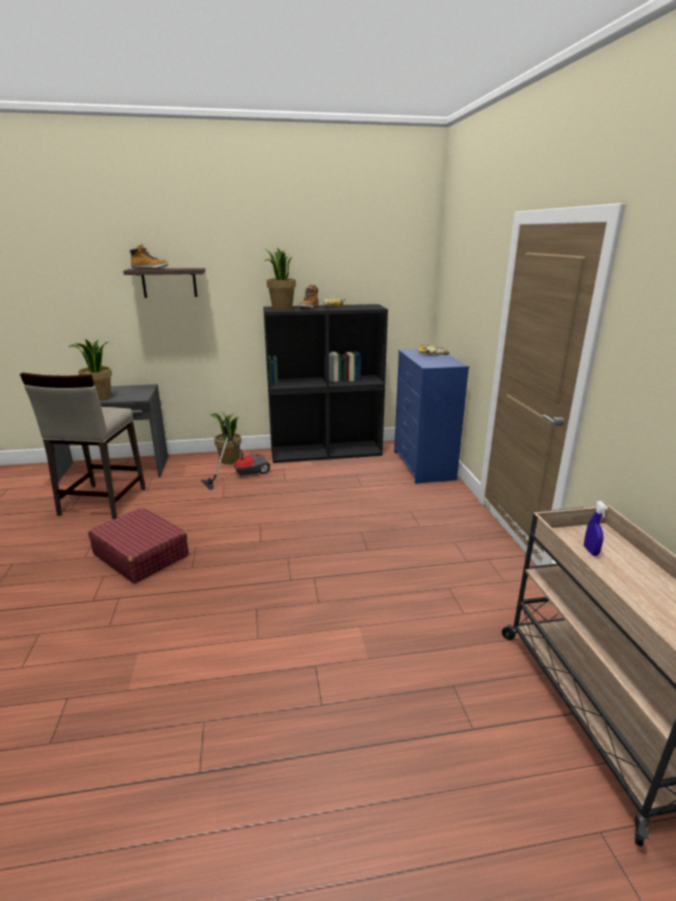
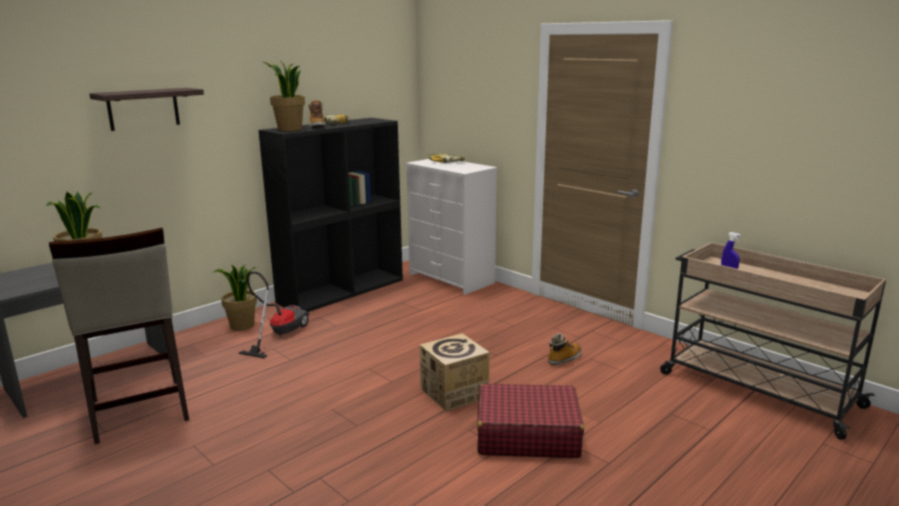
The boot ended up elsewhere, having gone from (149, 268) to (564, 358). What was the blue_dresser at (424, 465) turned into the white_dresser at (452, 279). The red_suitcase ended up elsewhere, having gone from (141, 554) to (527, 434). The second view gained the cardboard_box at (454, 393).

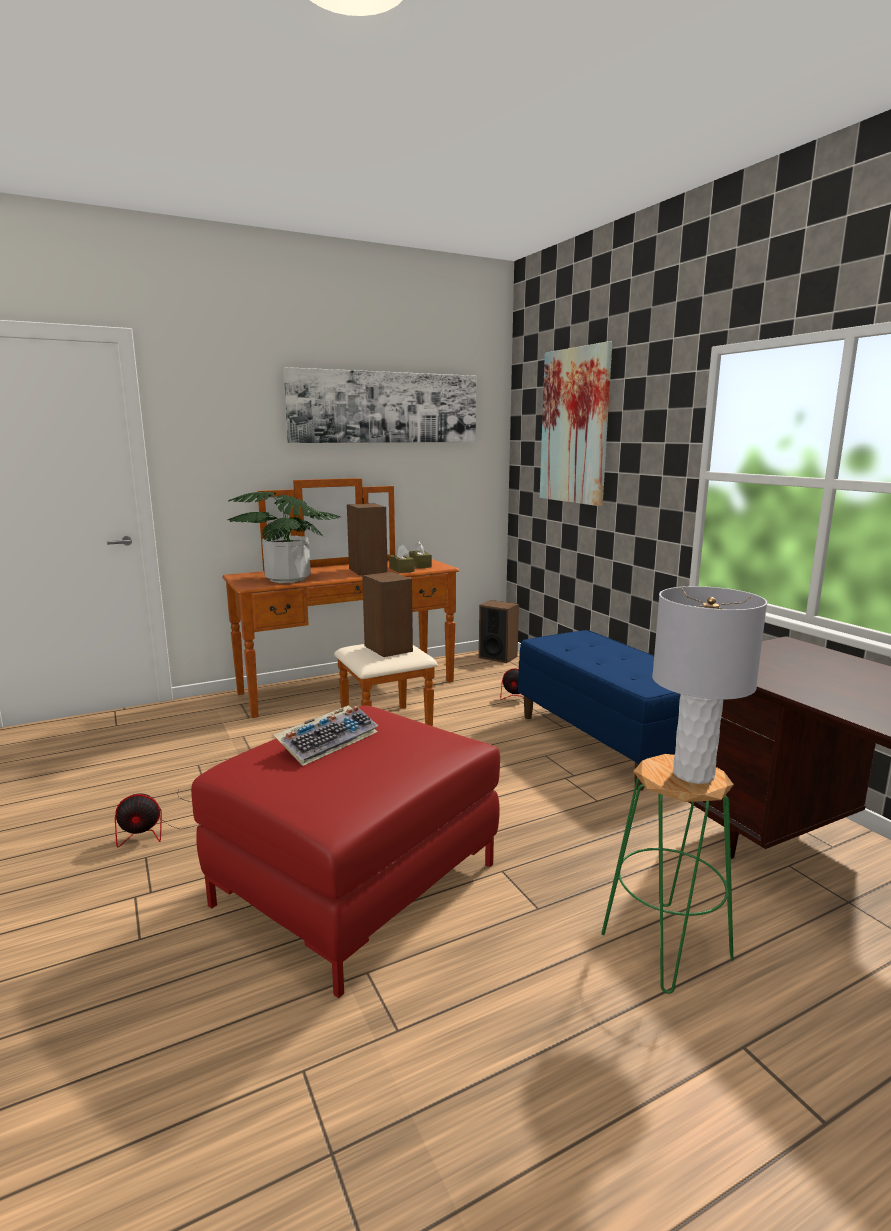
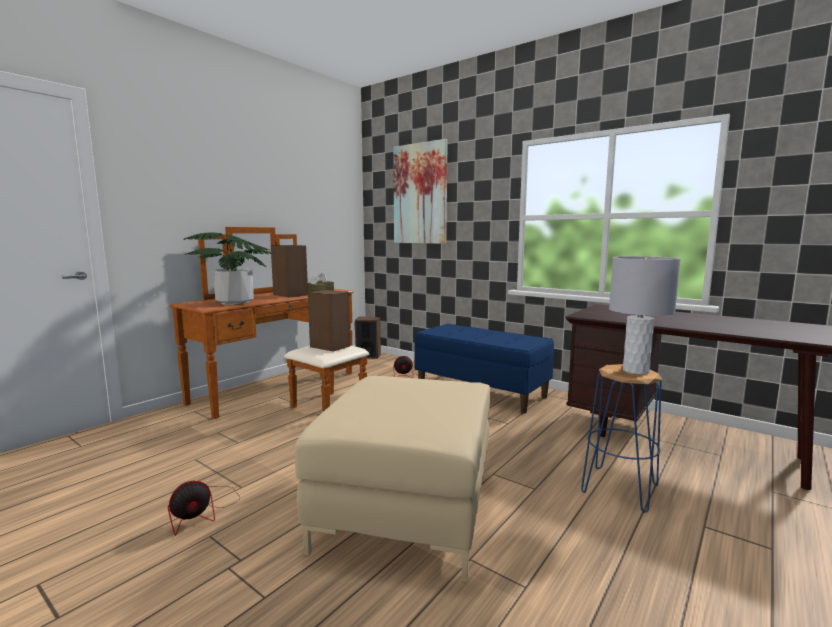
The second view lost the picture at (385, 407). The second view lost the keyboard at (328, 741). What was the red_ottoman at (356, 884) turned into the beige_ottoman at (407, 507). What was the green_stool at (664, 945) turned into the blue_stool at (618, 488).

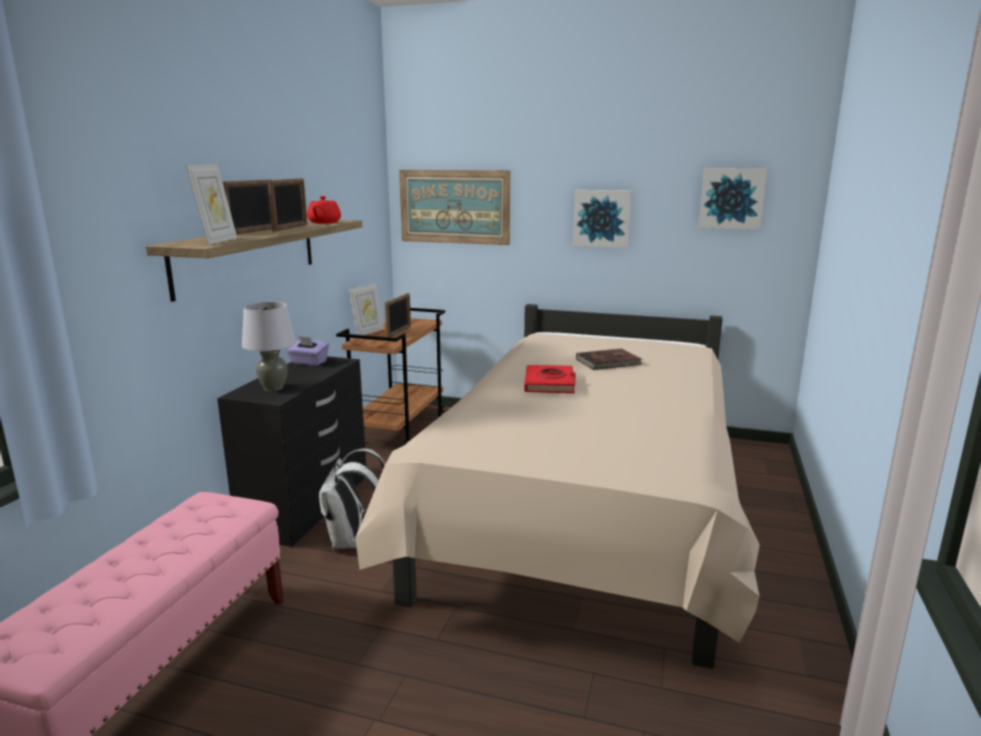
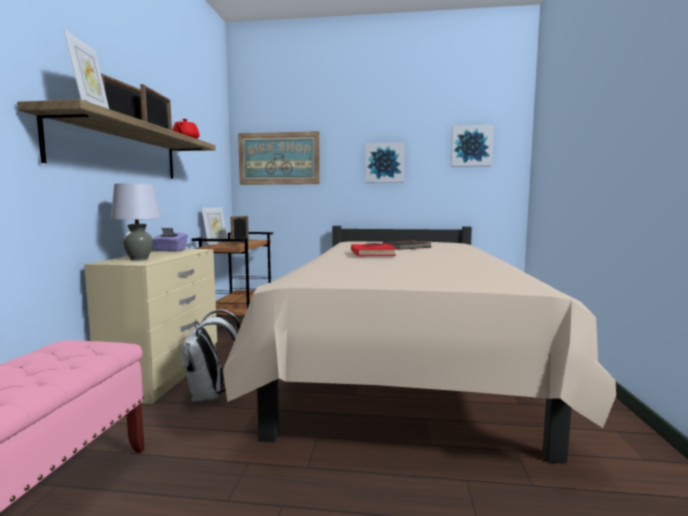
What was the black_dresser at (308, 504) turned into the beige_dresser at (166, 372).

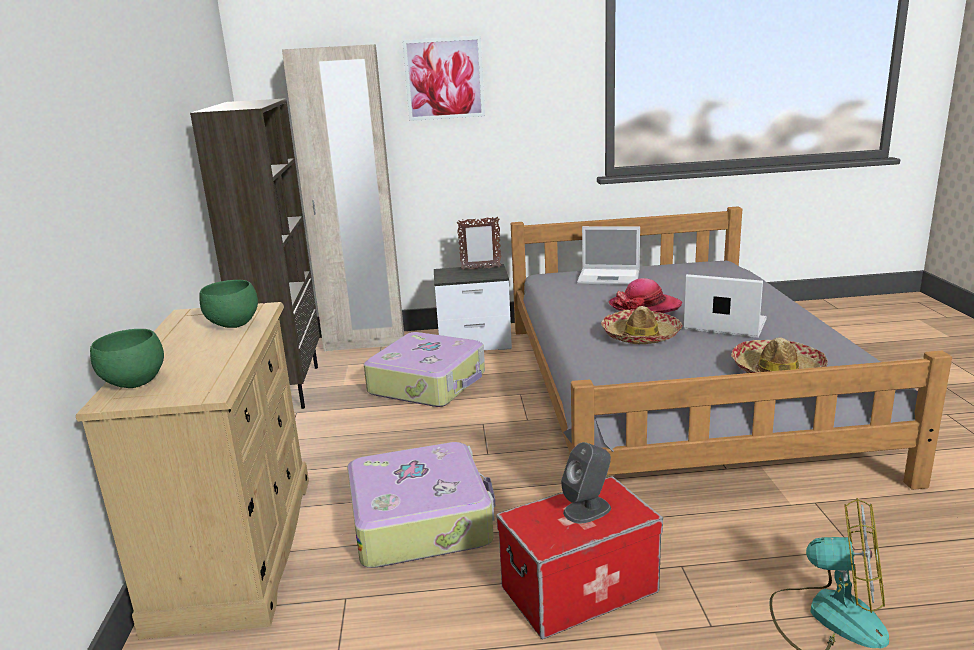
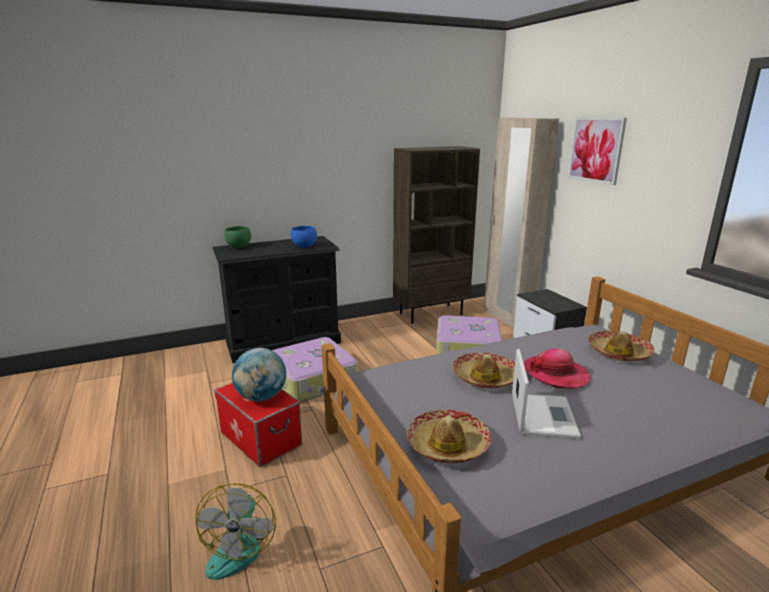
The second view lost the picture_frame at (480, 268). Where the laptop stood at (610, 277), the hat came to stand at (618, 353). What was the green_bowl at (234, 324) turned into the blue_bowl at (304, 246). What was the beige_dresser at (237, 548) turned into the black_dresser at (283, 342). Where the grey_speaker stood at (587, 510), the globe came to stand at (261, 397).

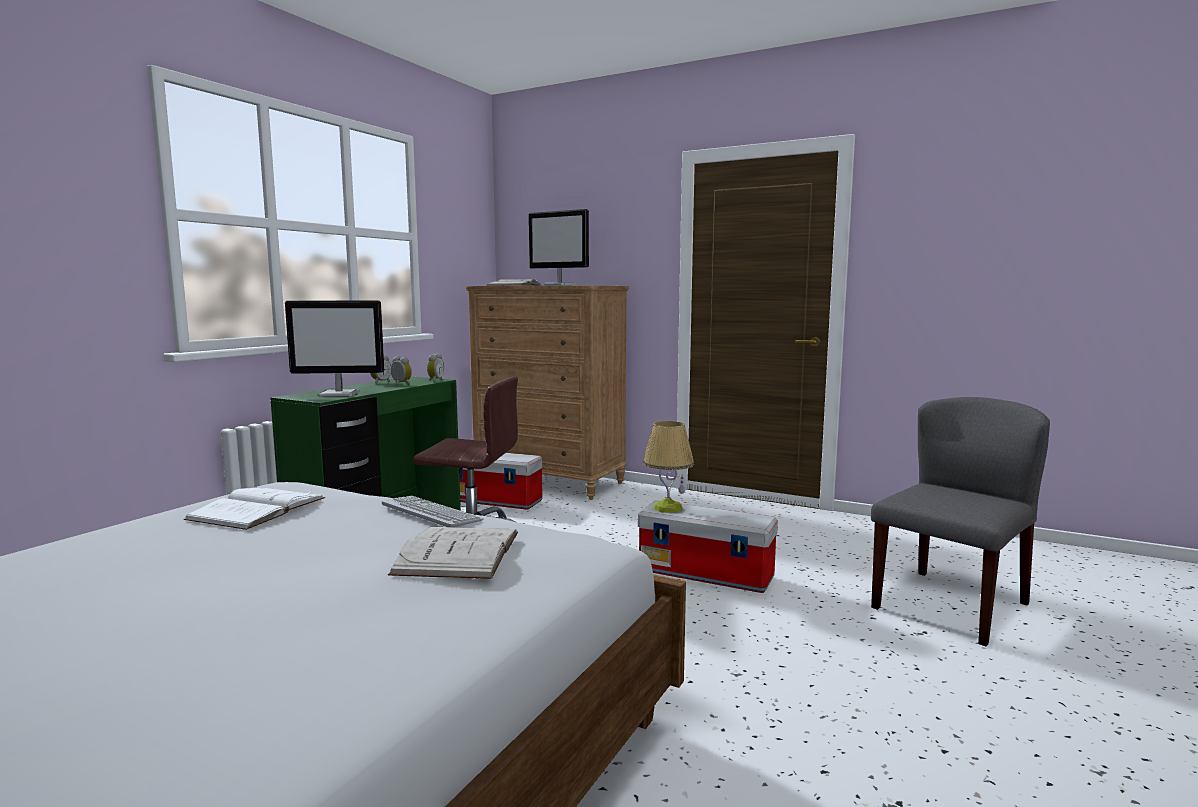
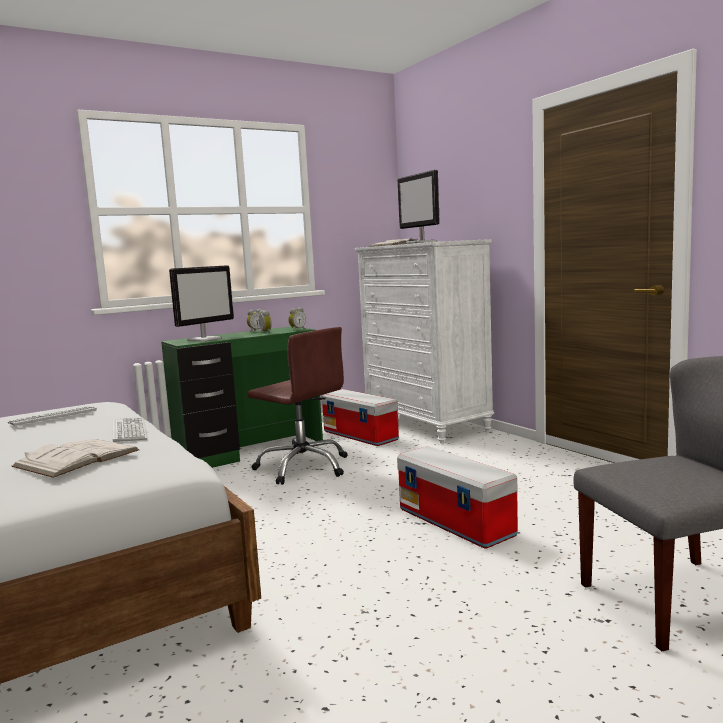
What was the brown_dresser at (549, 481) turned into the white_dresser at (426, 424). The monitor at (339, 394) ended up facing another way, 75 degrees counterclockwise from before. The second view lost the table_lamp at (667, 508). Where the white_book stood at (257, 508), the keyboard came to stand at (53, 417).

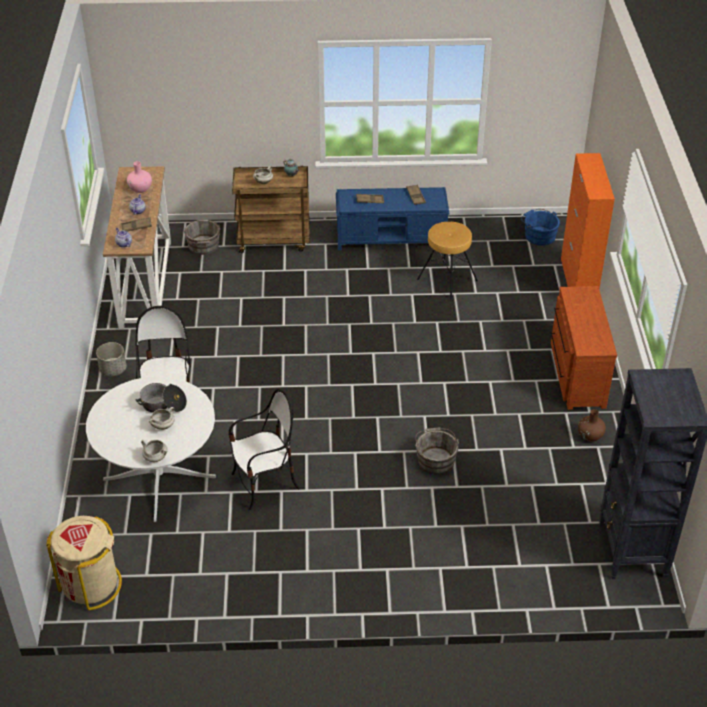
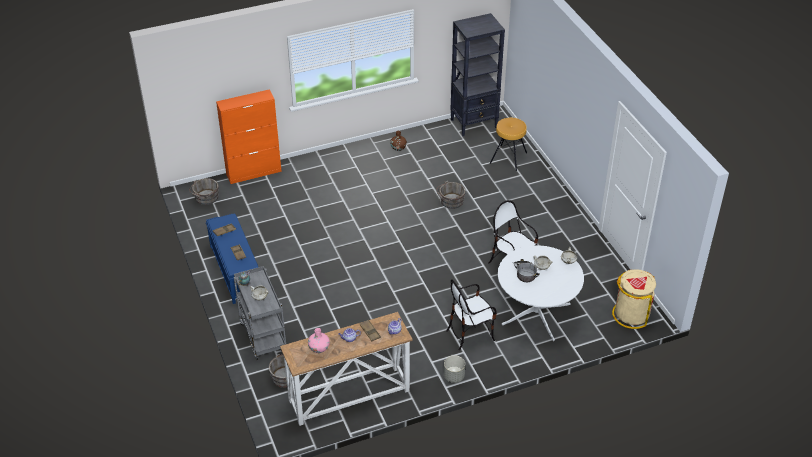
What was the brown_cart at (274, 240) turned into the grey_cart at (262, 336). What was the blue_bucket at (538, 235) turned into the grey_bucket at (206, 198). The brown_stool ended up elsewhere, having gone from (447, 280) to (508, 158). The second view lost the brown_dresser at (575, 373).

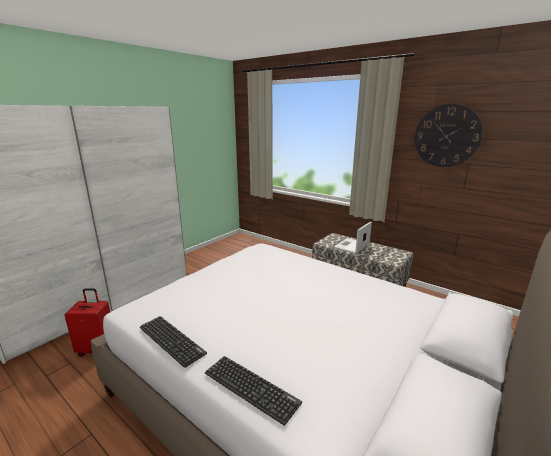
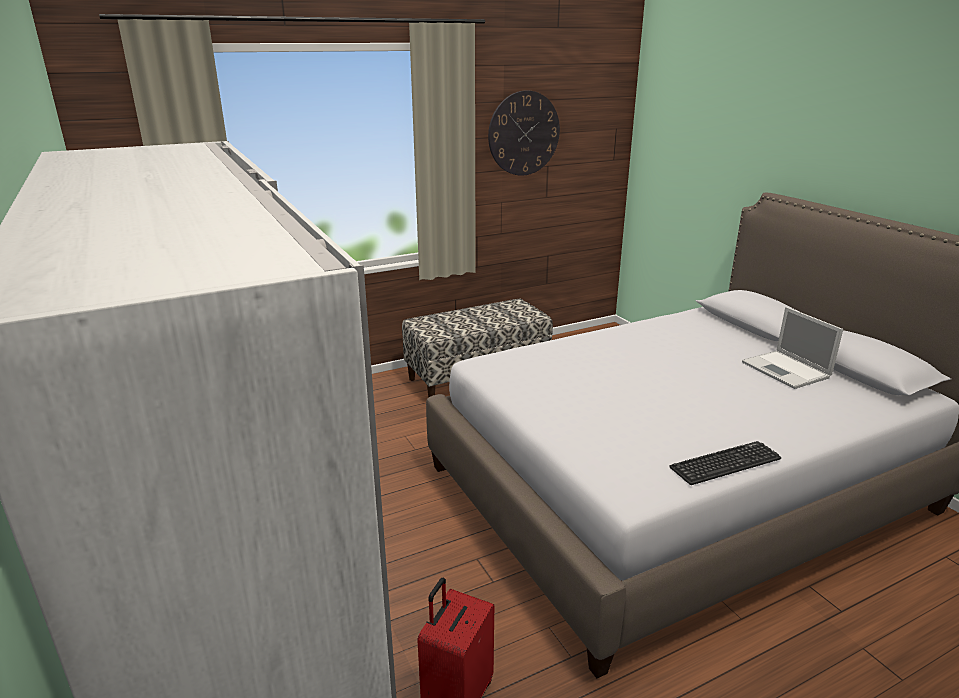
The laptop ended up elsewhere, having gone from (351, 246) to (787, 370). The second view lost the keyboard at (250, 387).

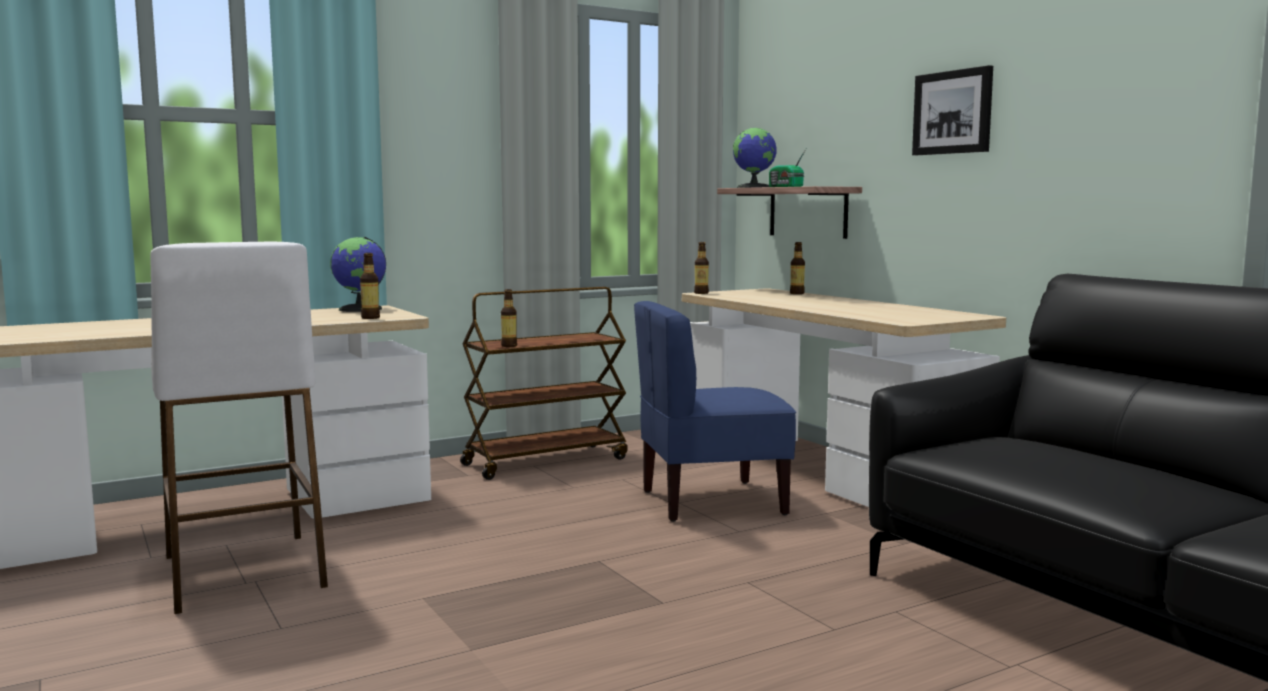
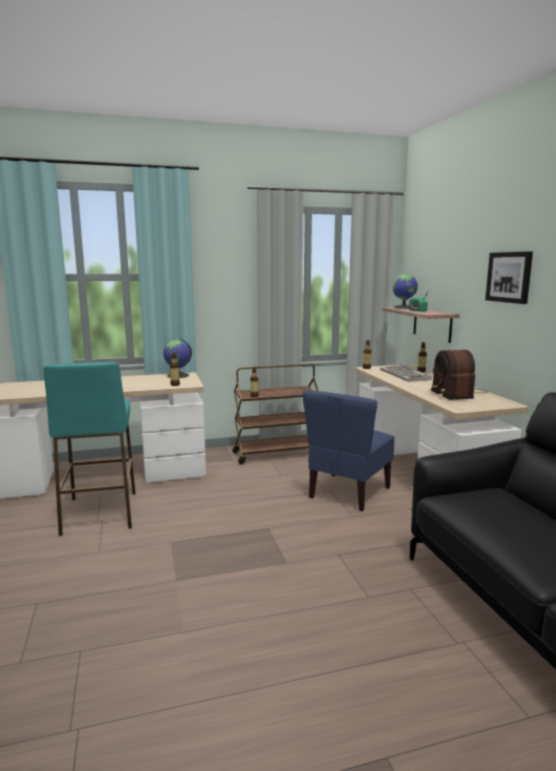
What was the white_stool at (243, 572) turned into the turquoise_stool at (100, 513). The blue_chair at (711, 502) ended up facing another way, 60 degrees counterclockwise from before. The second view gained the radio at (456, 393). The second view gained the keyboard at (405, 374).

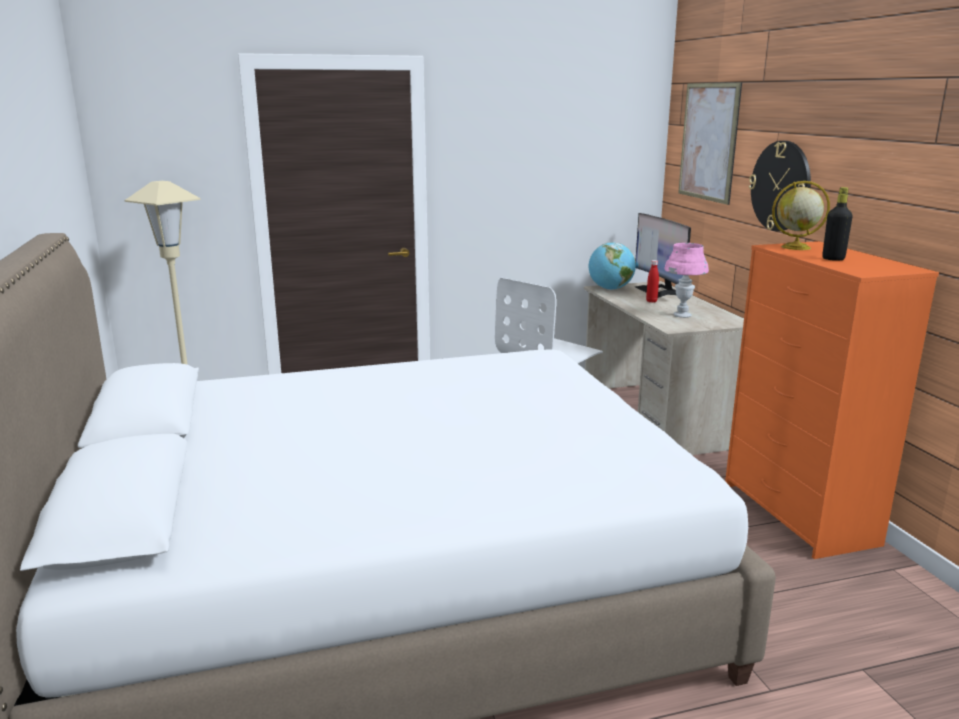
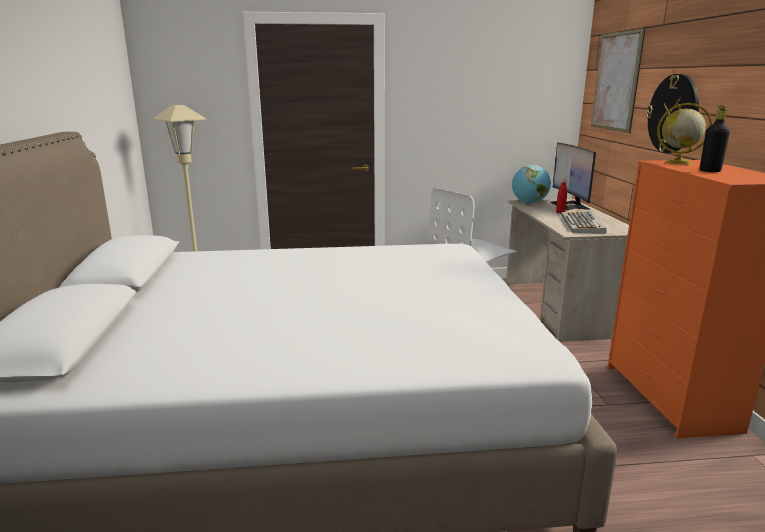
Where the pink_table_lamp stood at (682, 315), the keyboard came to stand at (582, 224).

